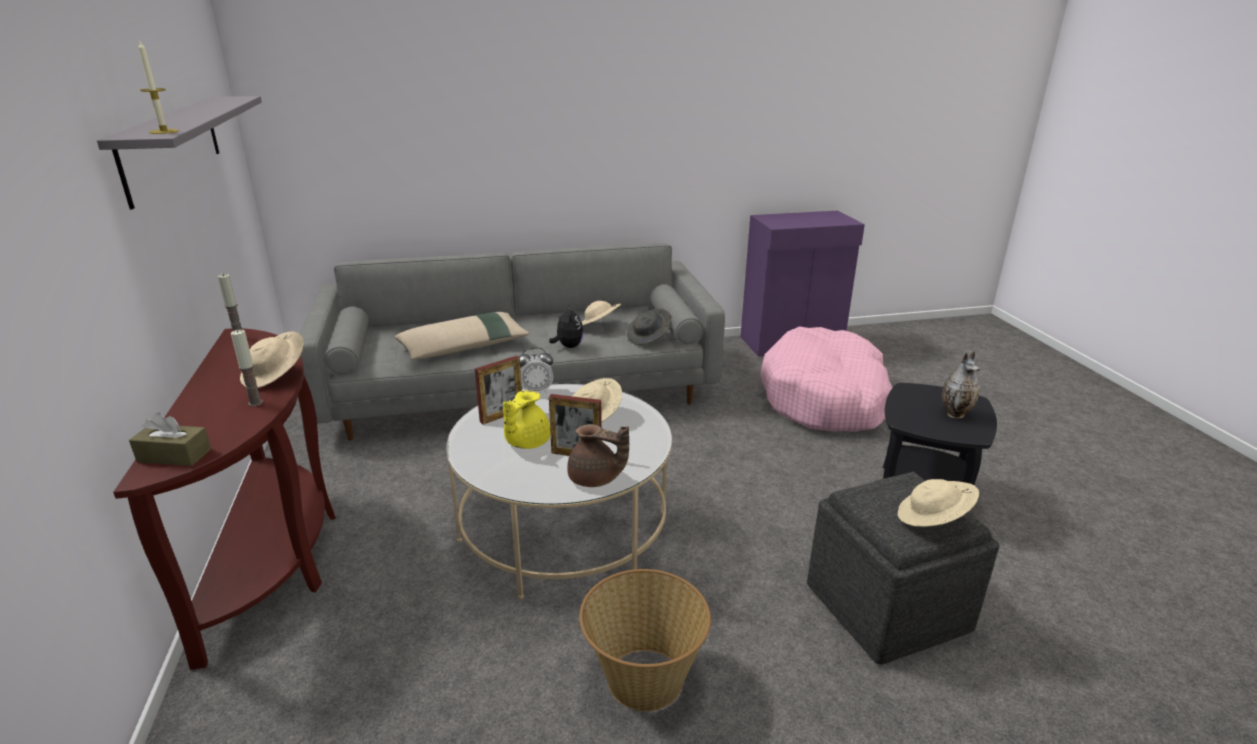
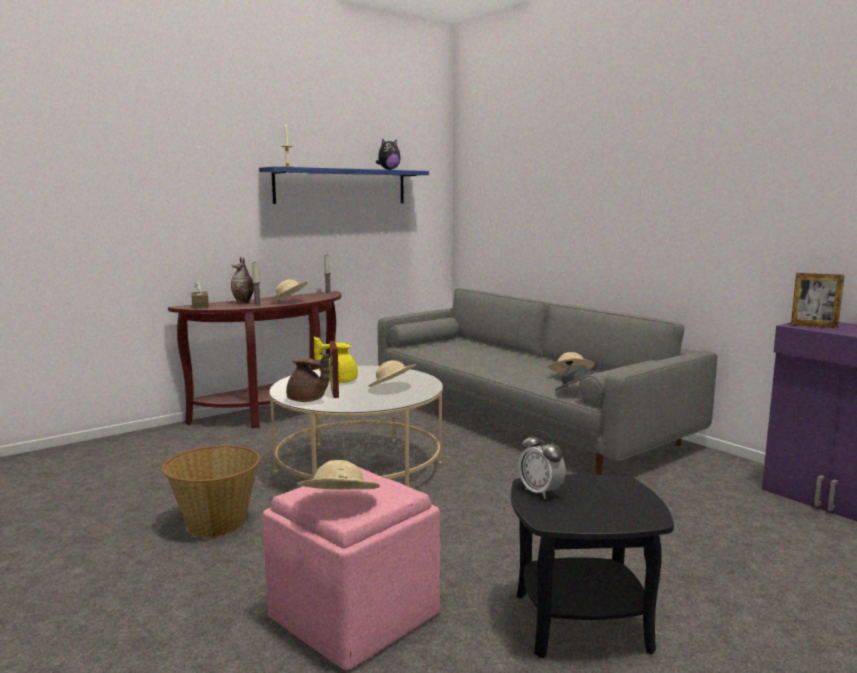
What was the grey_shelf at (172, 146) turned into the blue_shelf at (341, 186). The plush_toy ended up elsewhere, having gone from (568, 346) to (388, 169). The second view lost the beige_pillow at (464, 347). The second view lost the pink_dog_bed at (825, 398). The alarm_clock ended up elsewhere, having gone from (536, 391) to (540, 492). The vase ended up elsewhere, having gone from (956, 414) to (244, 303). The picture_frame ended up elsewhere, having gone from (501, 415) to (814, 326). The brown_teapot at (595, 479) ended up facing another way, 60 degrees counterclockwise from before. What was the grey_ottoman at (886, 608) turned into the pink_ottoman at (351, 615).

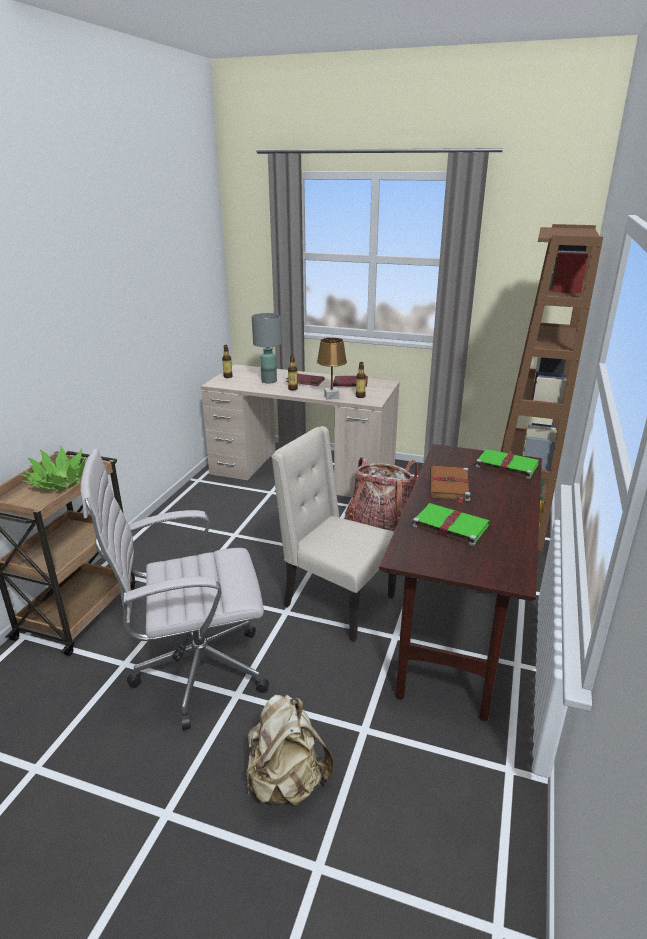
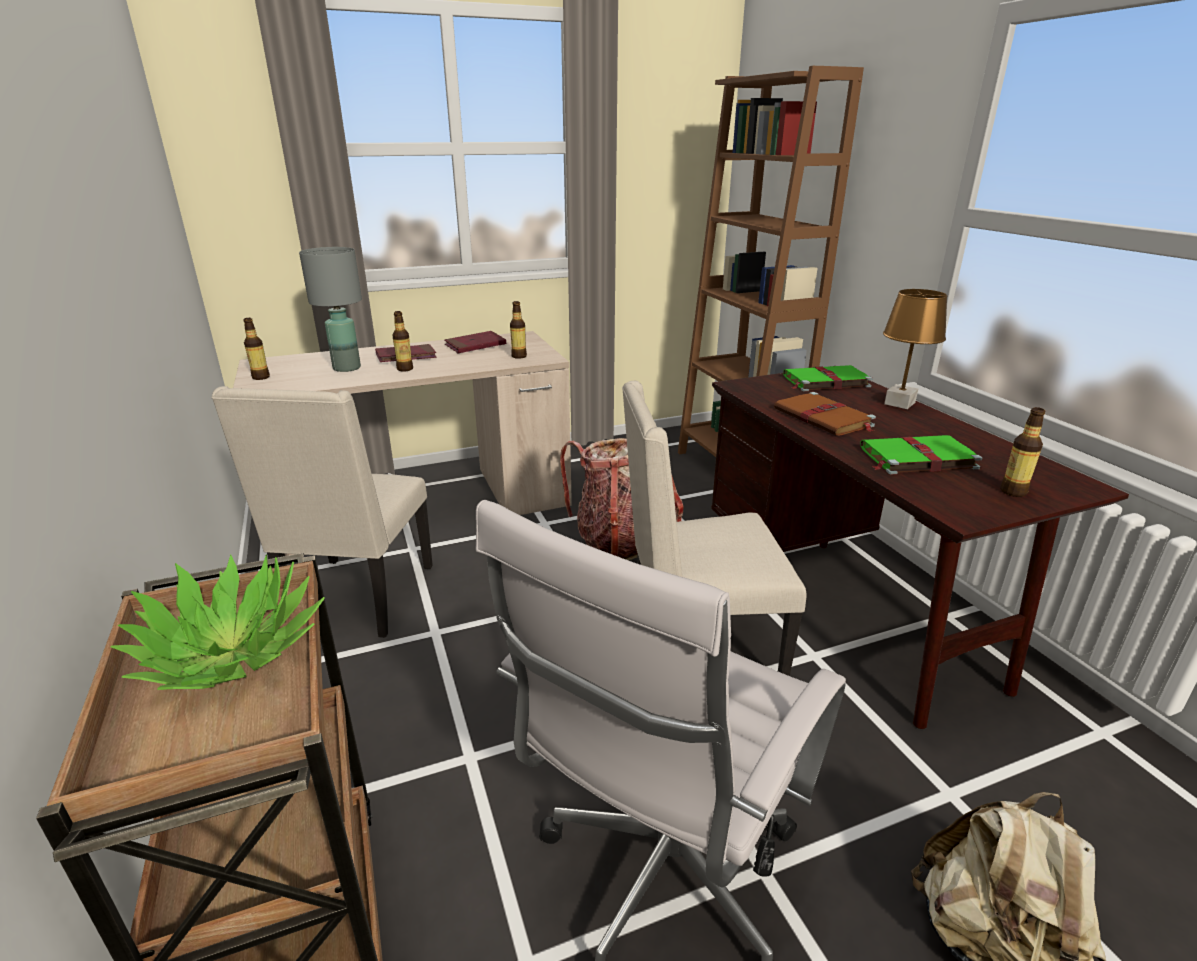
The brown_table_lamp ended up elsewhere, having gone from (331, 397) to (899, 403). The second view gained the beige_chair at (358, 599). The second view gained the bottle at (1013, 491).

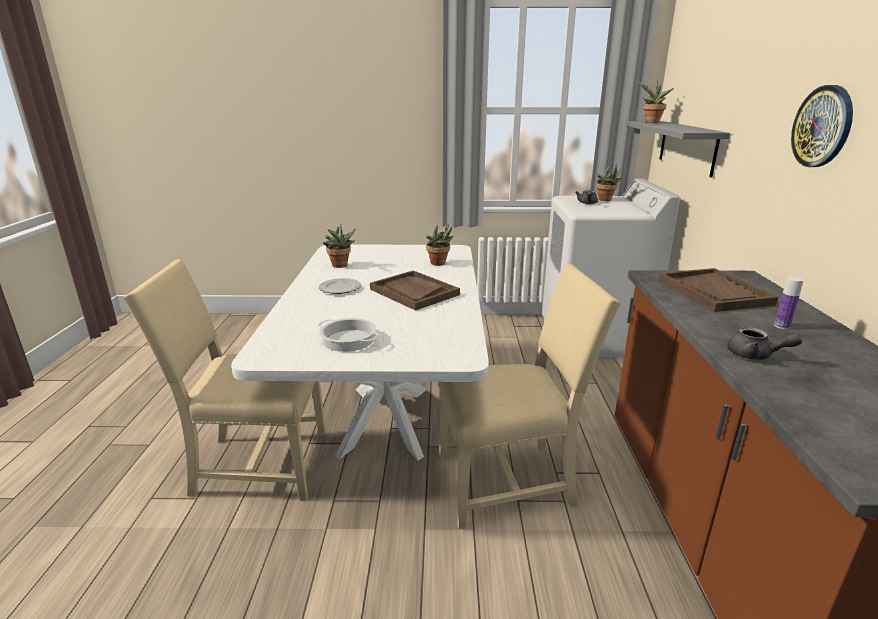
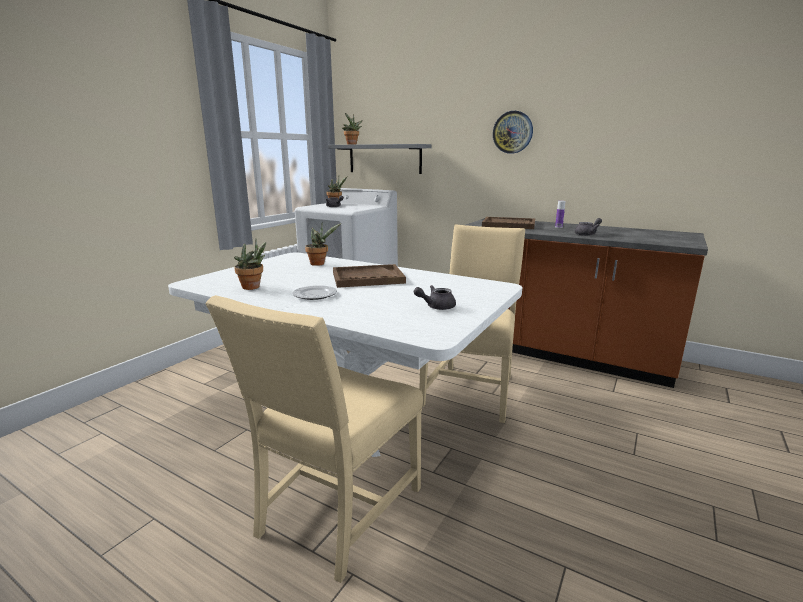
Where the cooking_pot stood at (347, 340), the grey_teapot came to stand at (436, 307).

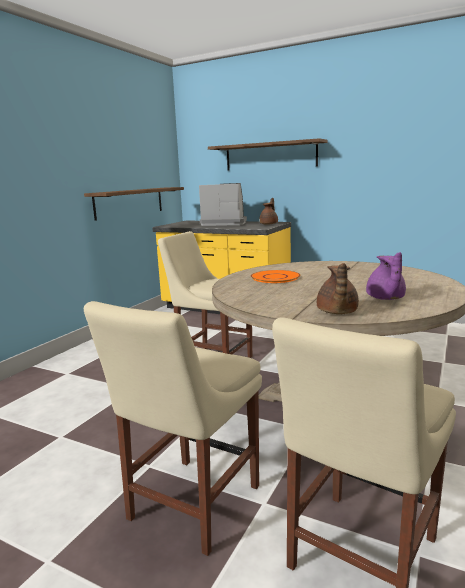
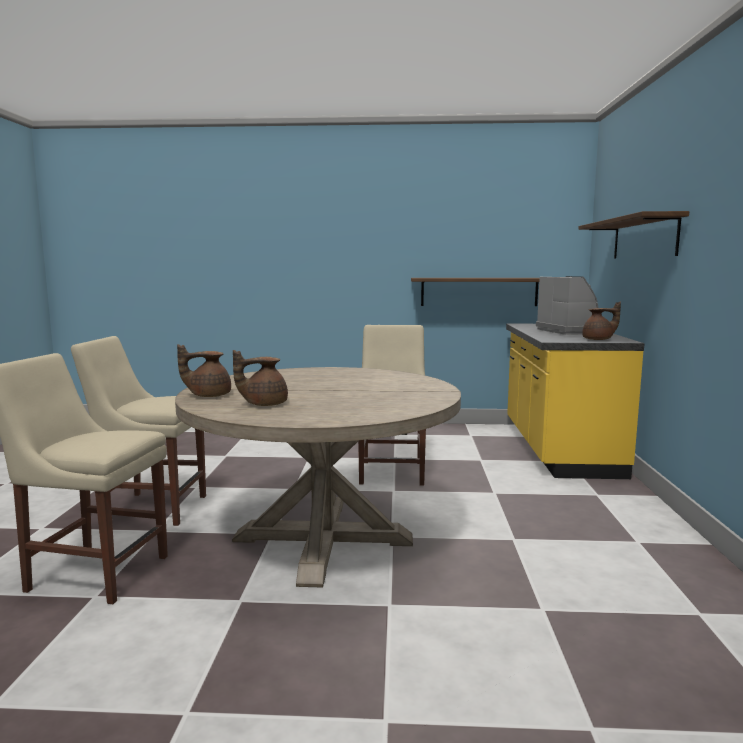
What was the purple_teapot at (385, 298) turned into the brown_teapot at (263, 404). The second view lost the orange_plate at (275, 277).

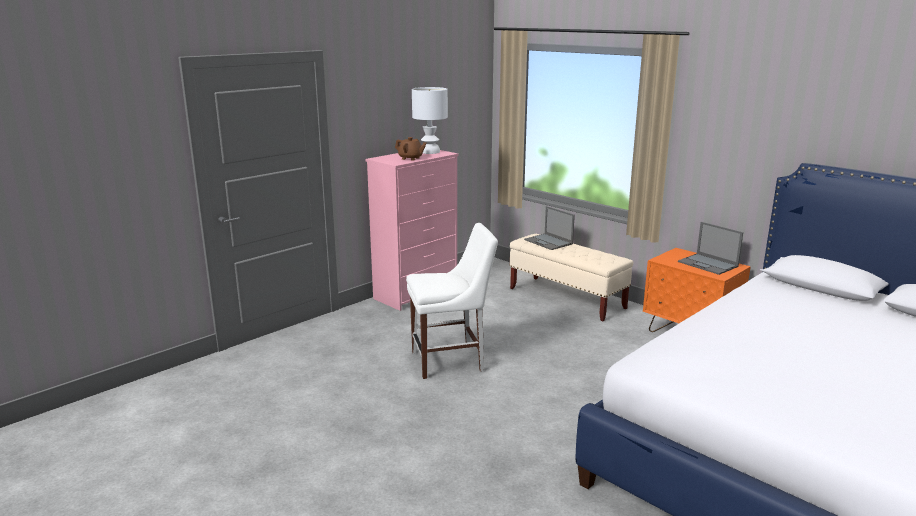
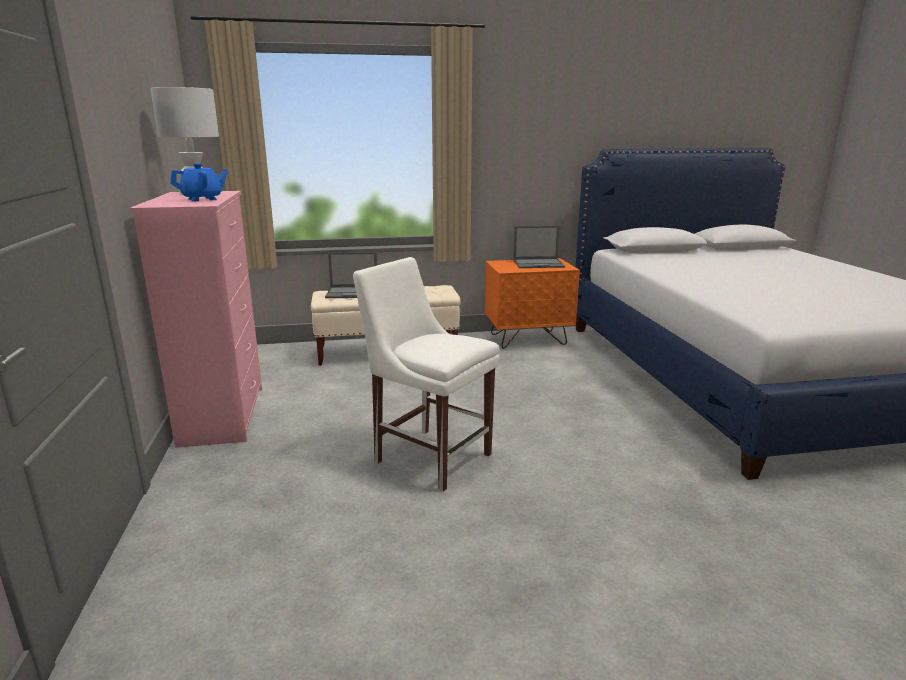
What was the brown_teapot at (410, 158) turned into the blue_teapot at (202, 199). The white_chair at (451, 361) ended up facing another way, 75 degrees counterclockwise from before.

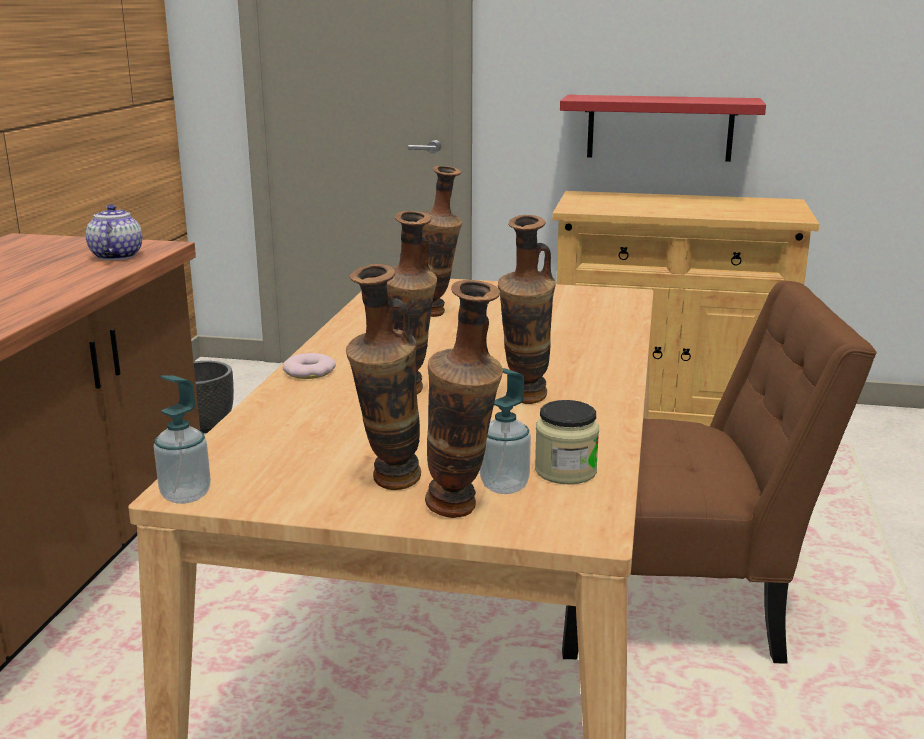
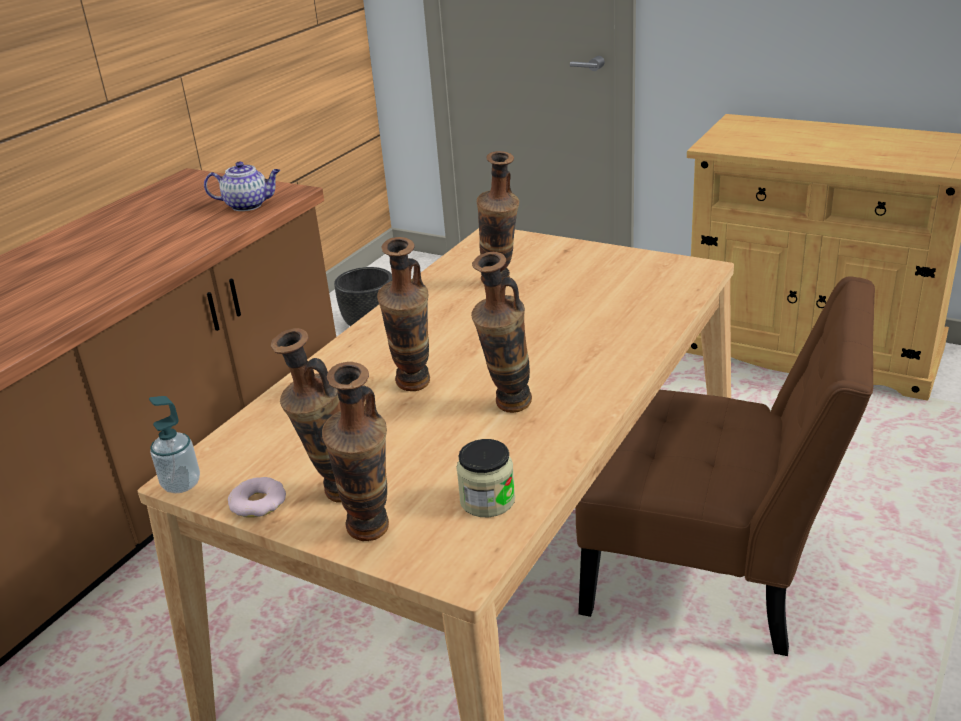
The second view lost the red_shelf at (660, 128). The teapot at (116, 256) ended up facing another way, 75 degrees clockwise from before. The donut ended up elsewhere, having gone from (309, 372) to (258, 503). The second view lost the soap_dispenser at (504, 486).

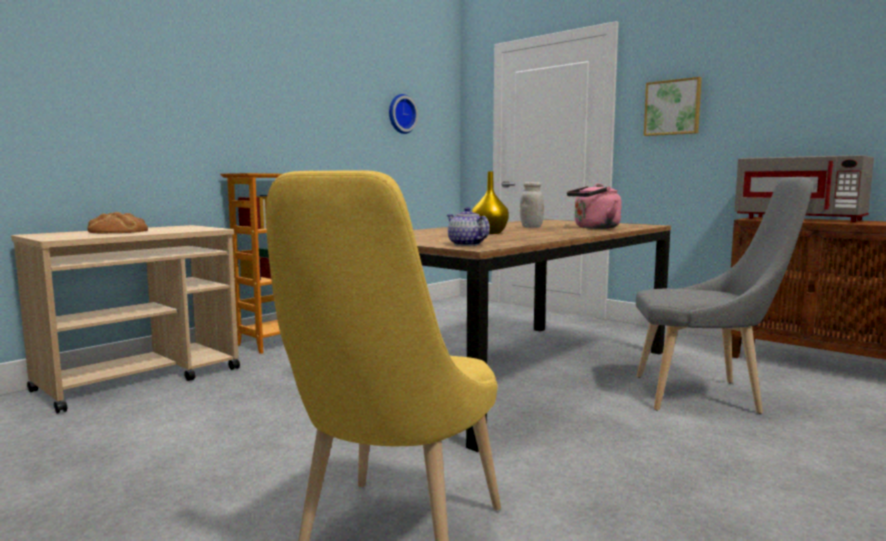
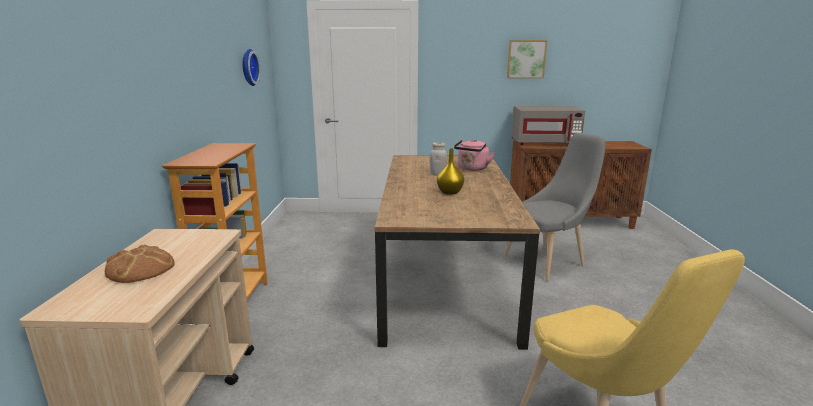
The picture ended up elsewhere, having gone from (673, 107) to (526, 59). The second view lost the teapot at (466, 244).

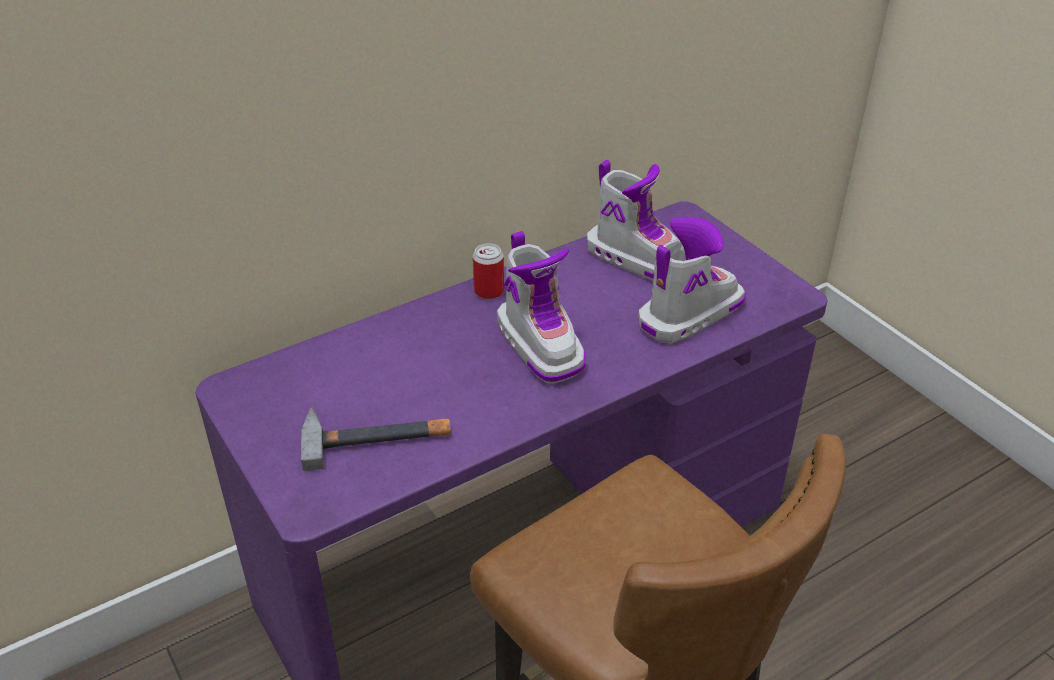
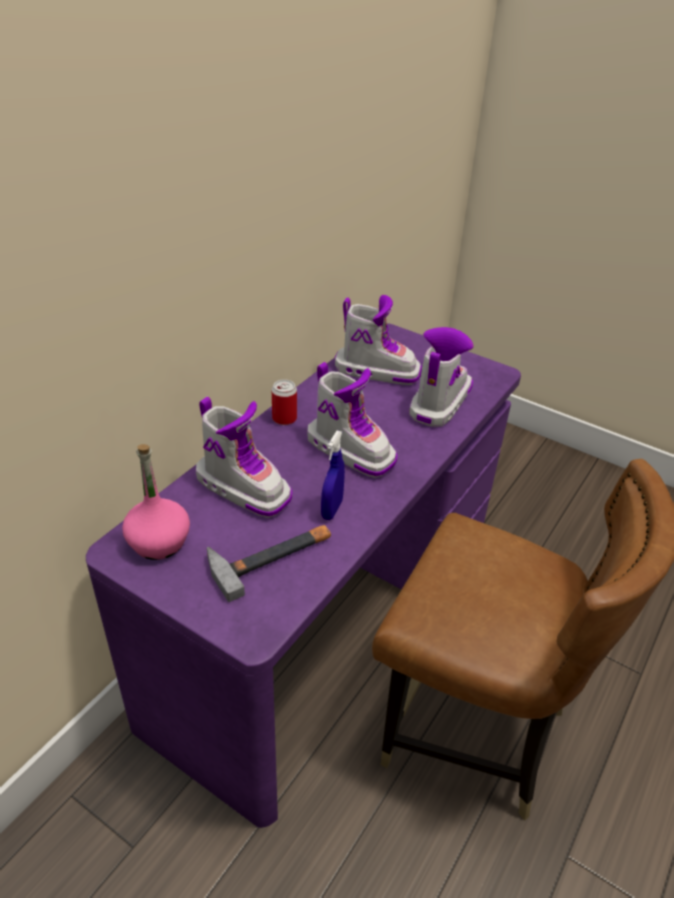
The second view gained the boot at (243, 488). The second view gained the blue_spray_bottle at (332, 509). The second view gained the pink_bottle at (159, 542).

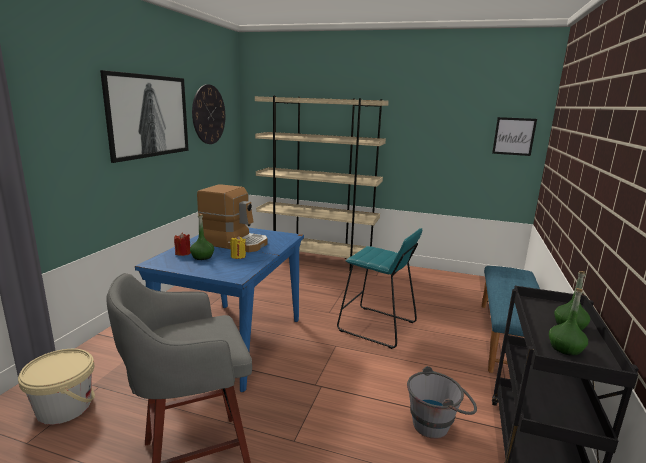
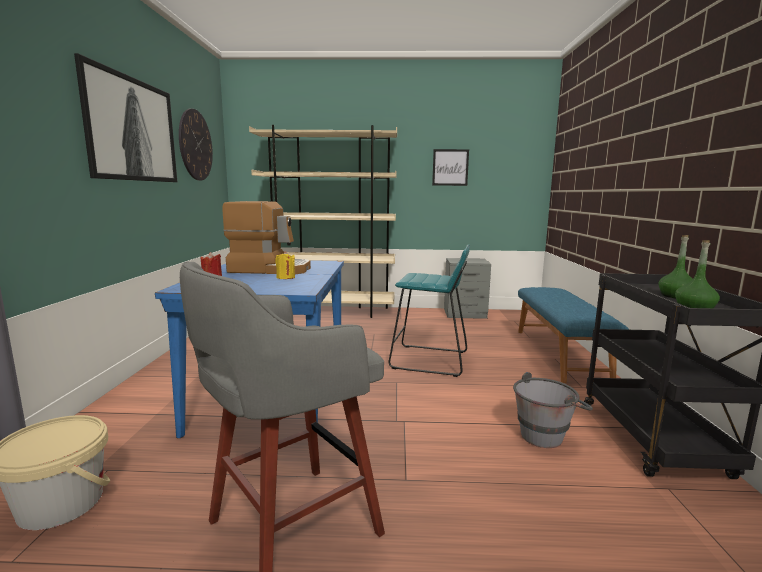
The picture ended up elsewhere, having gone from (514, 136) to (450, 167). The second view lost the green_bottle at (202, 257). The second view gained the grey_nightstand at (466, 314).

